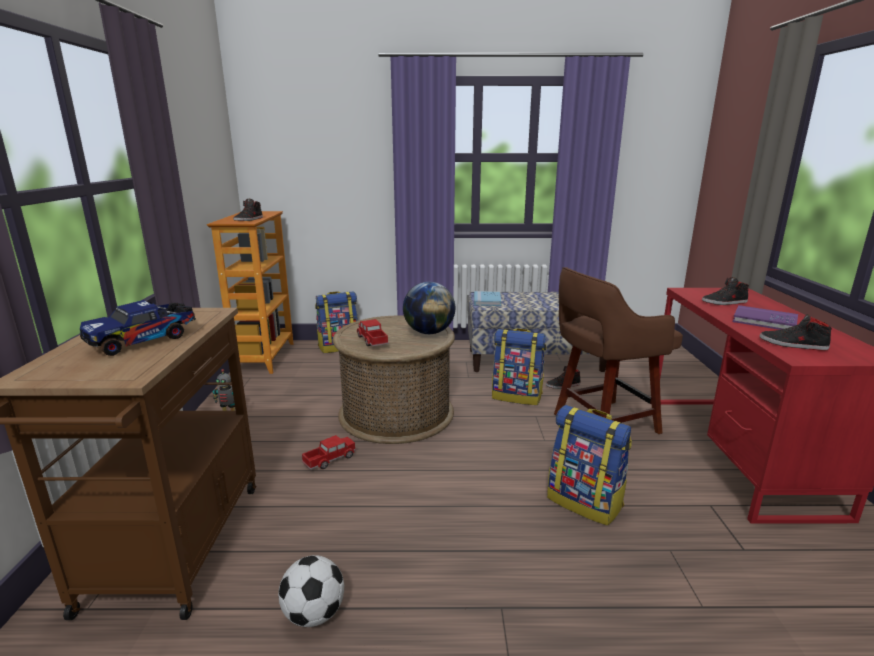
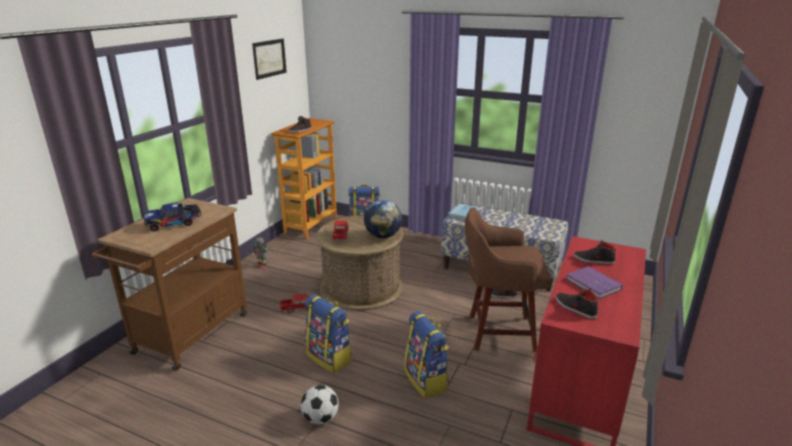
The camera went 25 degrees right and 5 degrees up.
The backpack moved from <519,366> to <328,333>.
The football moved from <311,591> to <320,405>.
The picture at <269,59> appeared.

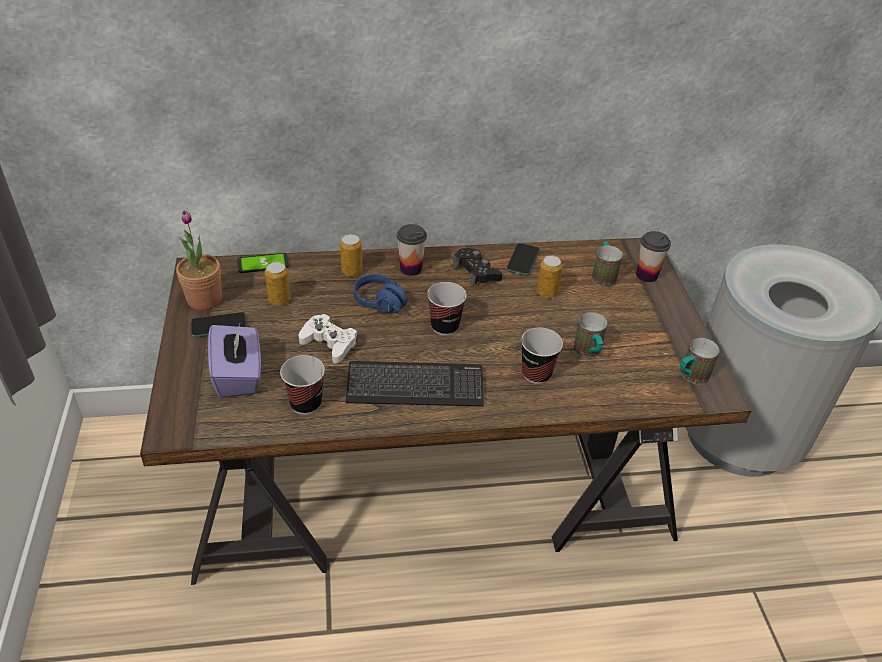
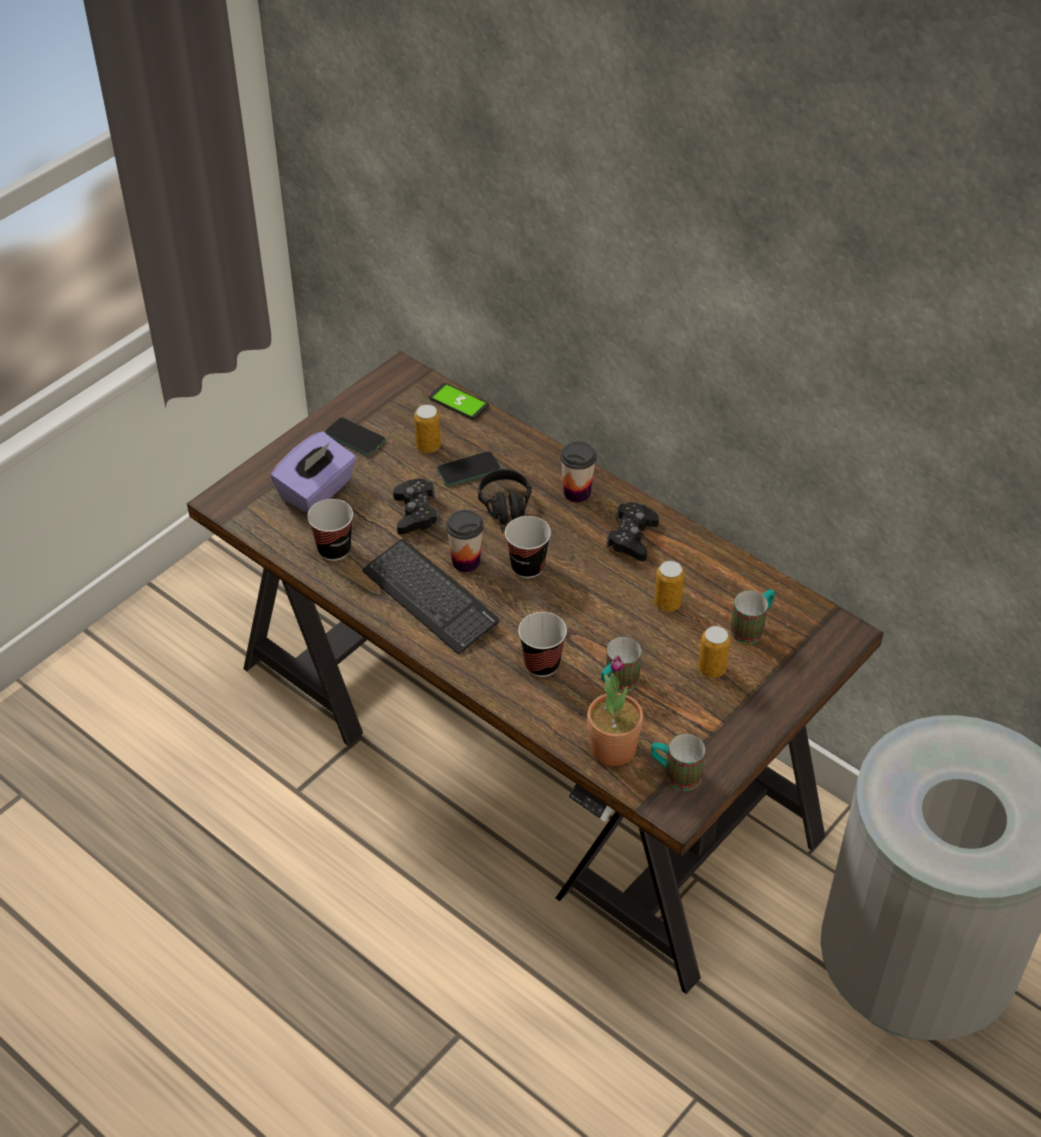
The camera went 50 degrees right and 5 degrees up.
The potted plant moved from <199,260> to <615,710>.
The cup moved from <653,256> to <465,541>.
The can moved from <351,255> to <714,652>.
The phone moved from <523,259> to <469,469>.
The headphones (blue) at <382,294> became the headphones (black) at <504,501>.
The game controller (white) at <328,338> became the game controller (black) at <416,506>.

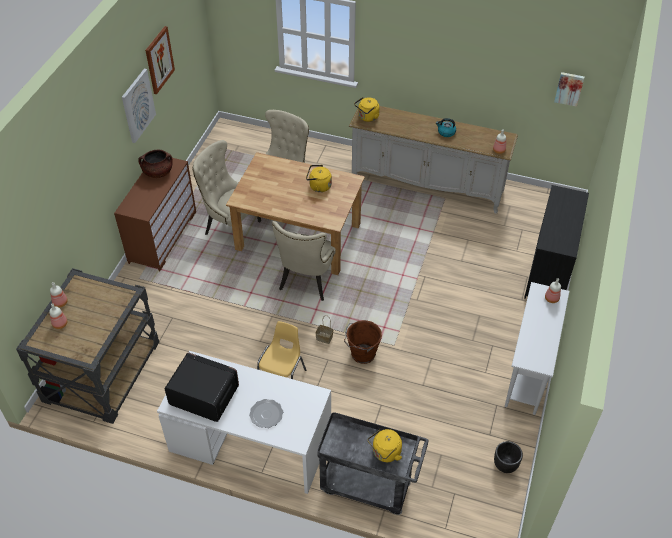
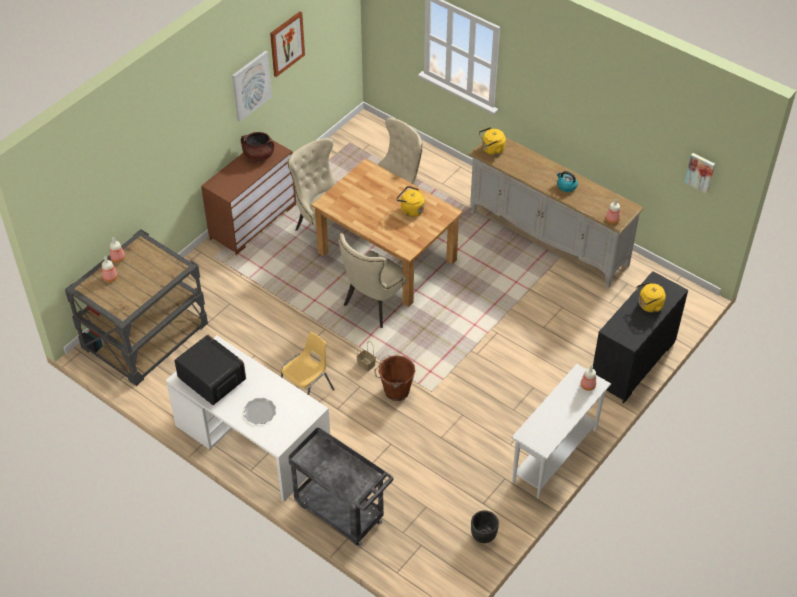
The camera went 20 degrees right and 0 degrees up.
The kettle (yellow) moved from <385,445> to <651,297>.

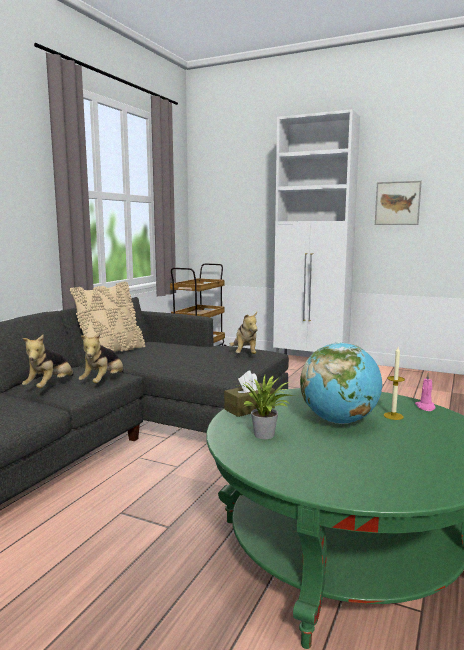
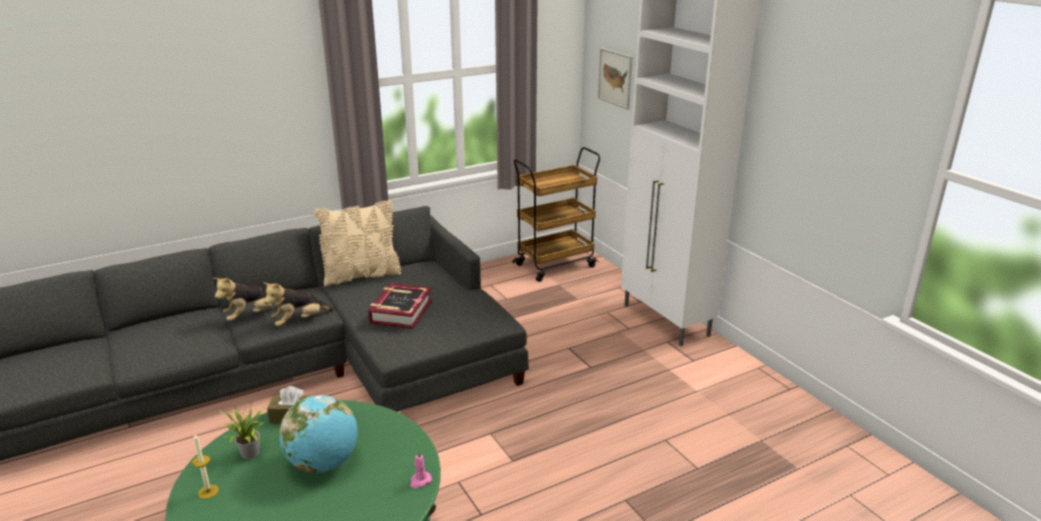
The camera went 35 degrees right and 15 degrees up.
The picture moved from <398,203> to <615,79>.
The plush toy at <244,333> disappeared.
The candle moved from <394,383> to <205,466>.
The book at <400,306> appeared.

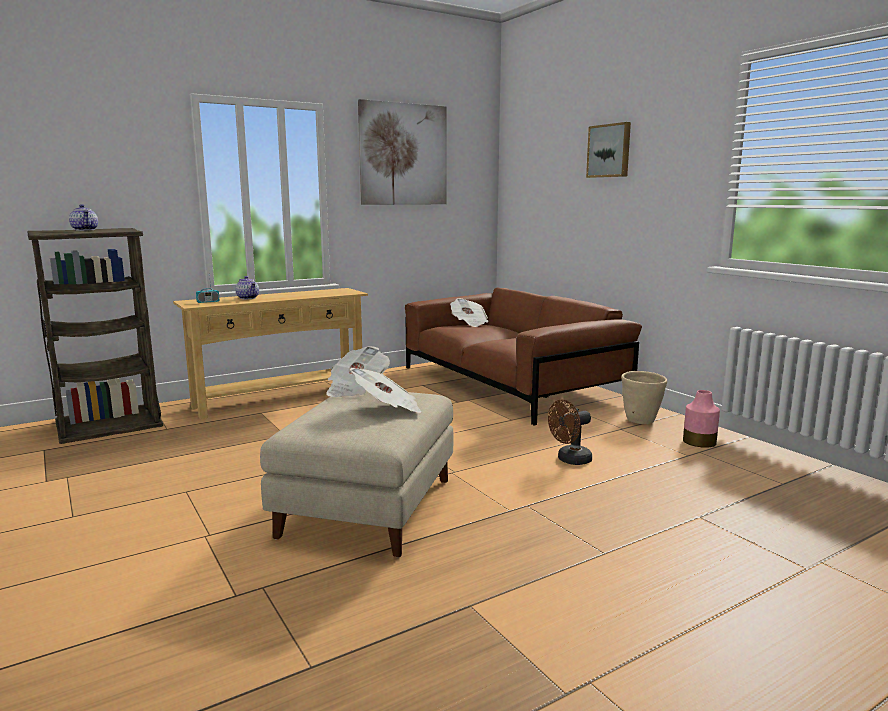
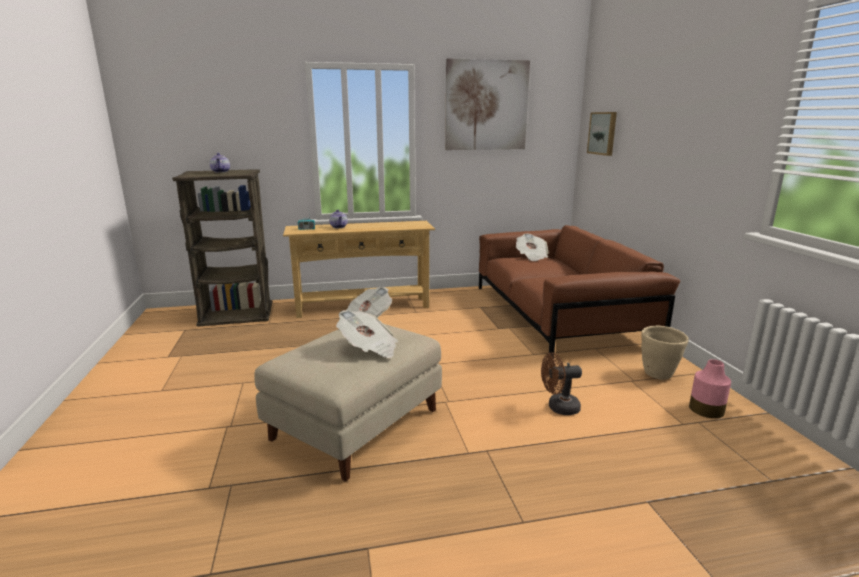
The camera went 20 degrees right and 5 degrees up.
The picture moved from <608,150> to <602,134>.

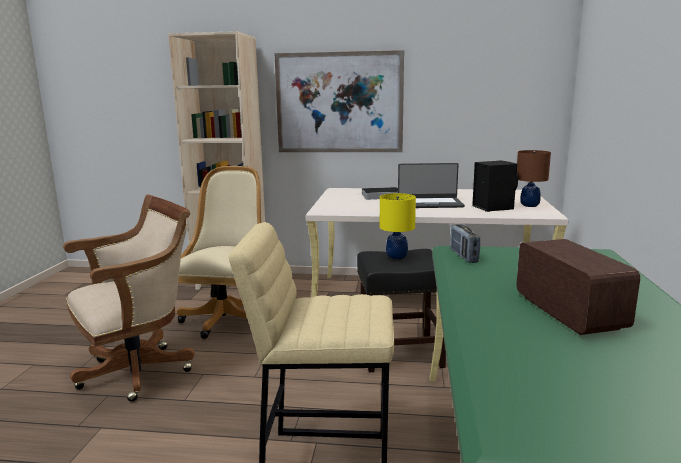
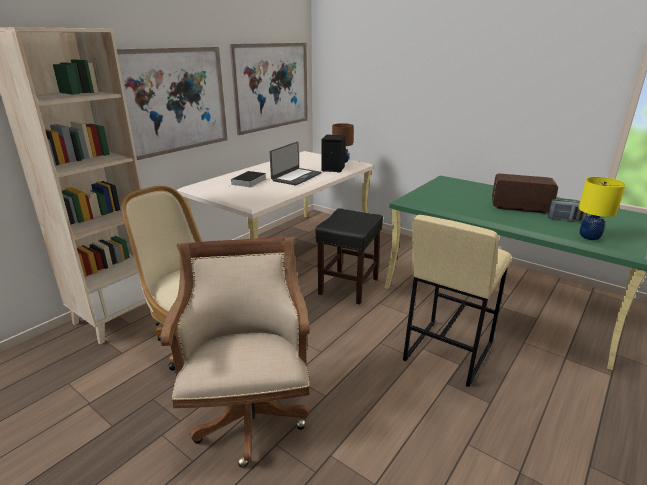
The camera went 60 degrees left and 10 degrees up.
The table lamp (yellow) moved from <398,226> to <602,208>.
The radio moved from <465,243> to <567,210>.
The picture at <269,89> appeared.

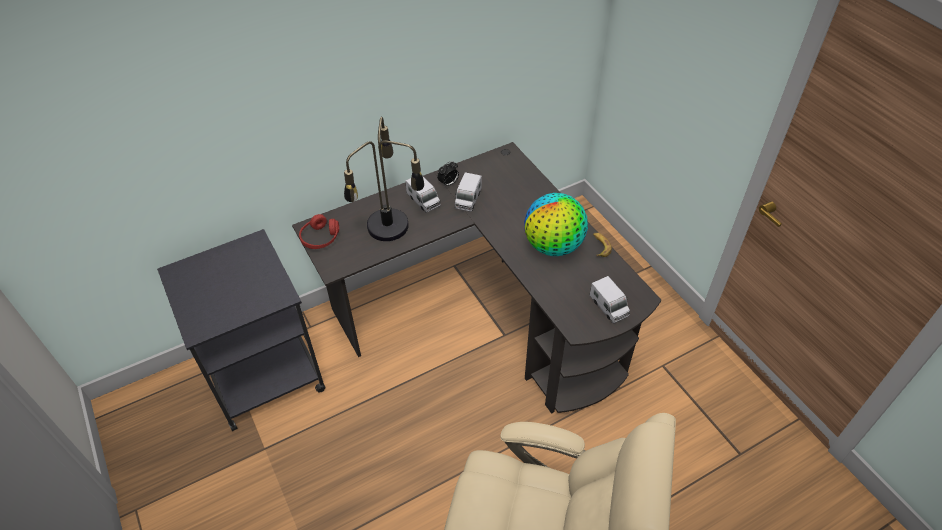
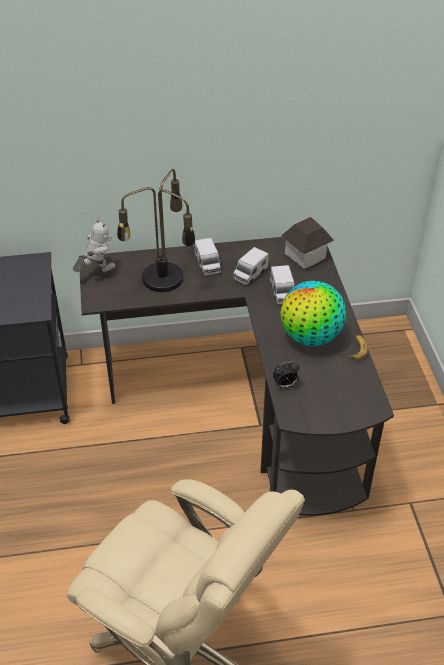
The camera went 20 degrees right and 5 degrees down.
The alarm clock moved from <448,173> to <286,375>.
The headphones (red) at <319,231> was replaced by the toy robot at <94,246>.
The toy truck moved from <609,299> to <283,284>.
The toy house at <307,243> appeared.

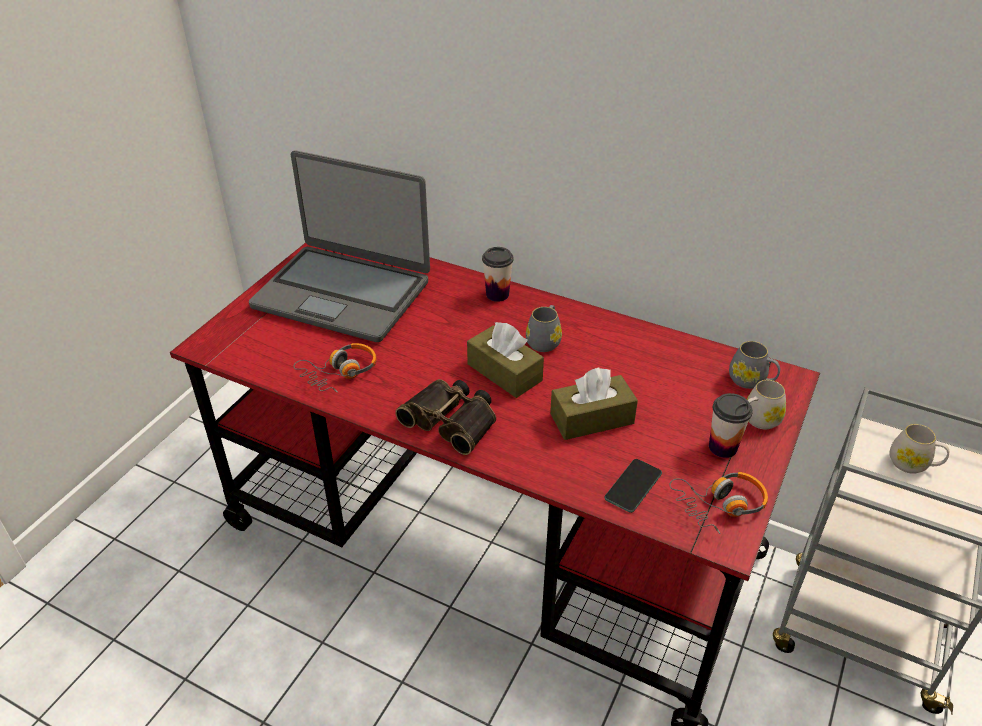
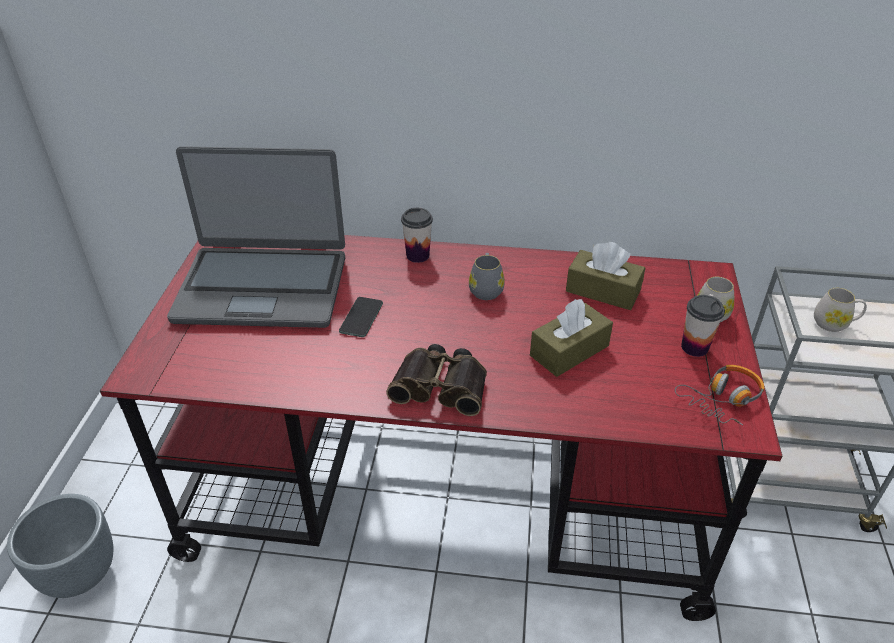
The camera went 20 degrees left and 0 degrees up.
The tissue box (brown) moved from <505,360> to <605,276>.
The mug (grey) at <754,365> disappeared.
The headphones at <335,368> disappeared.
The phone moved from <633,486> to <361,317>.
The planter (grey) at <60,546> appeared.

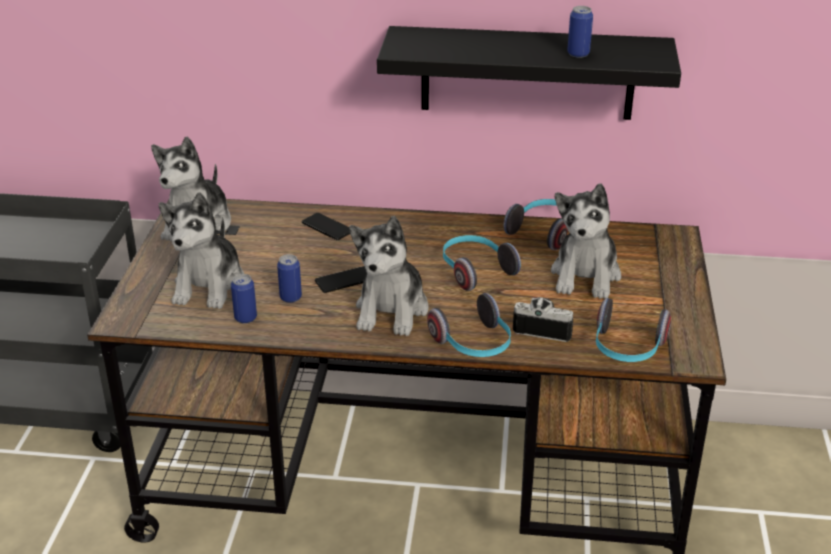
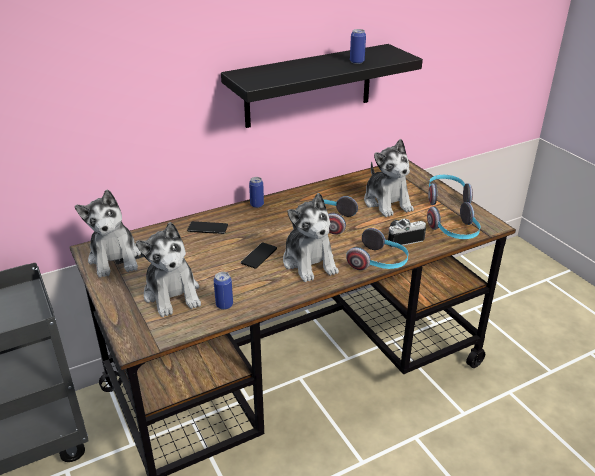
The camera went 35 degrees left and 0 degrees up.
The headphones moved from <535,224> to <450,190>.
The can moved from <289,278> to <256,192>.

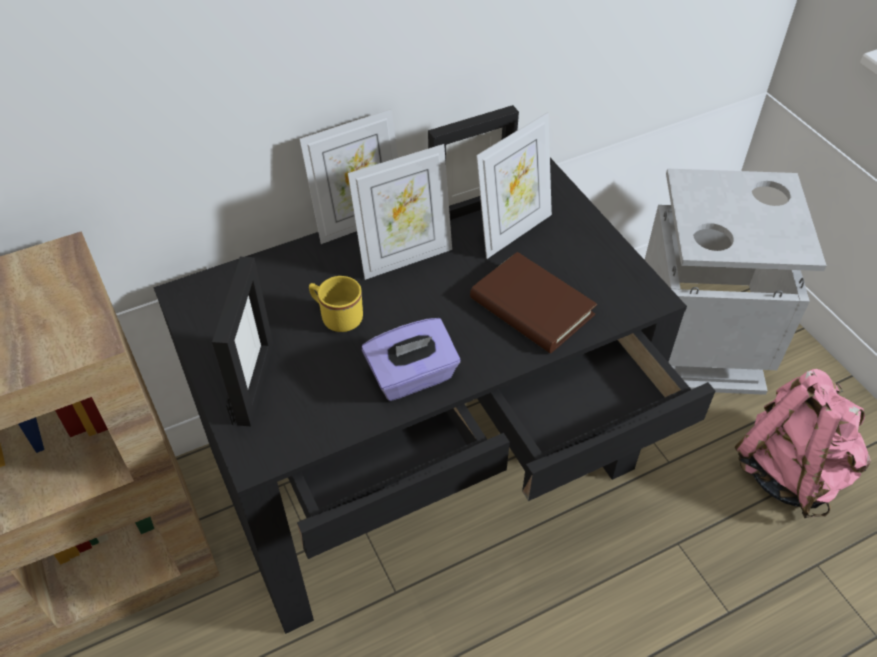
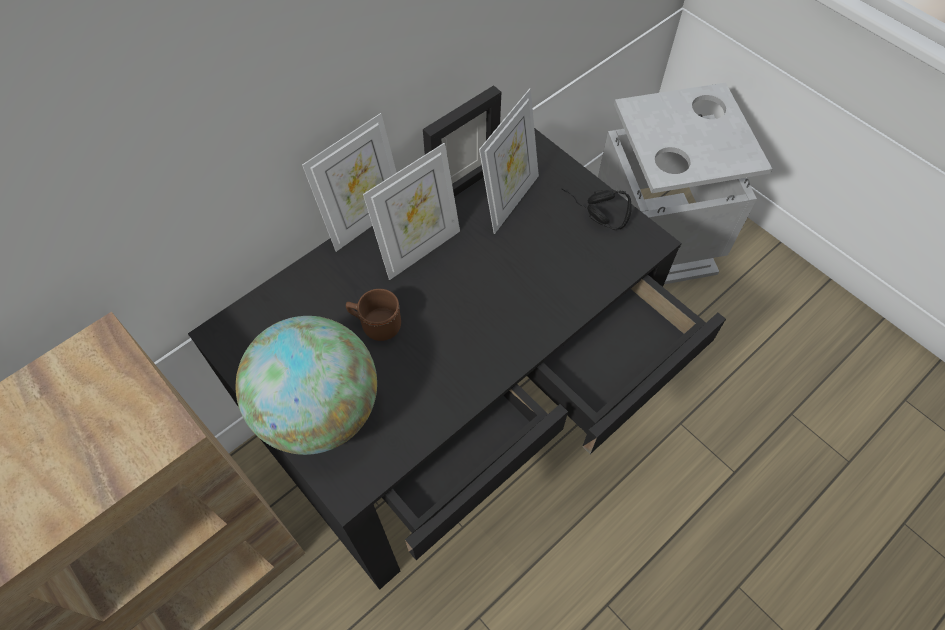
The camera went 15 degrees left and 10 degrees up.
The book (brown) at <533,302> disappeared.
The picture frame at <242,341> was replaced by the globe at <306,385>.
The mug (yellow) at <336,304> became the mug (brown) at <373,315>.
The tissue box (purple) at <411,359> disappeared.
The backpack (pink) at <803,443> disappeared.
The headphones (black) at <596,209> appeared.

